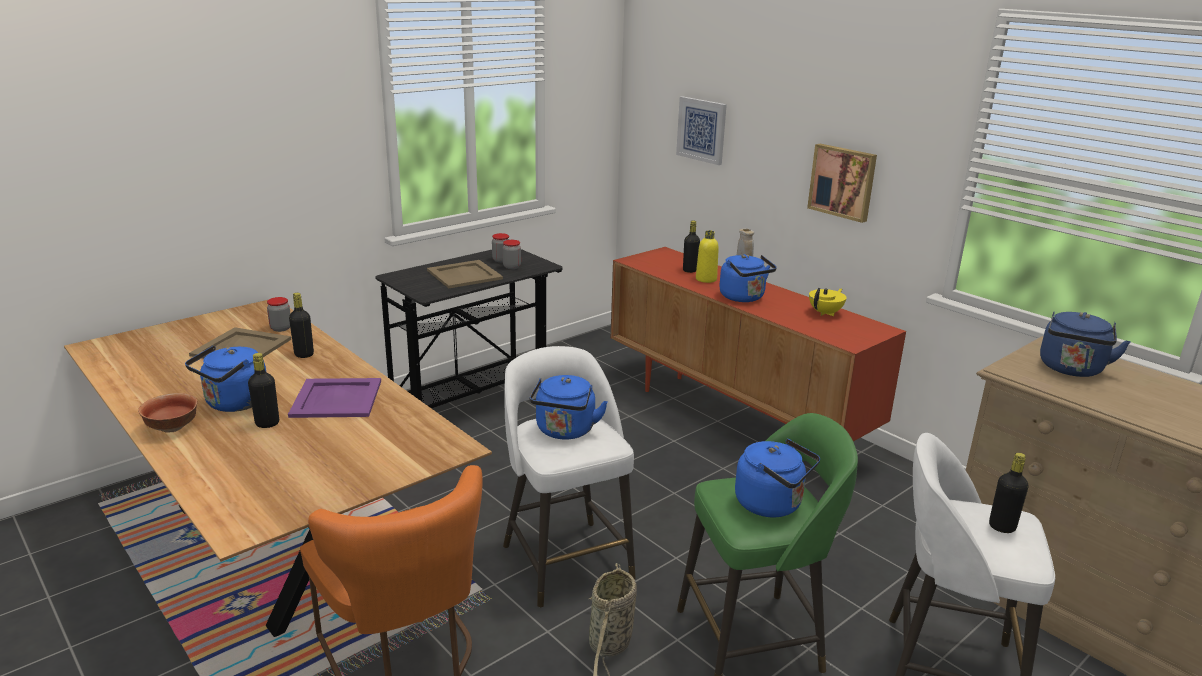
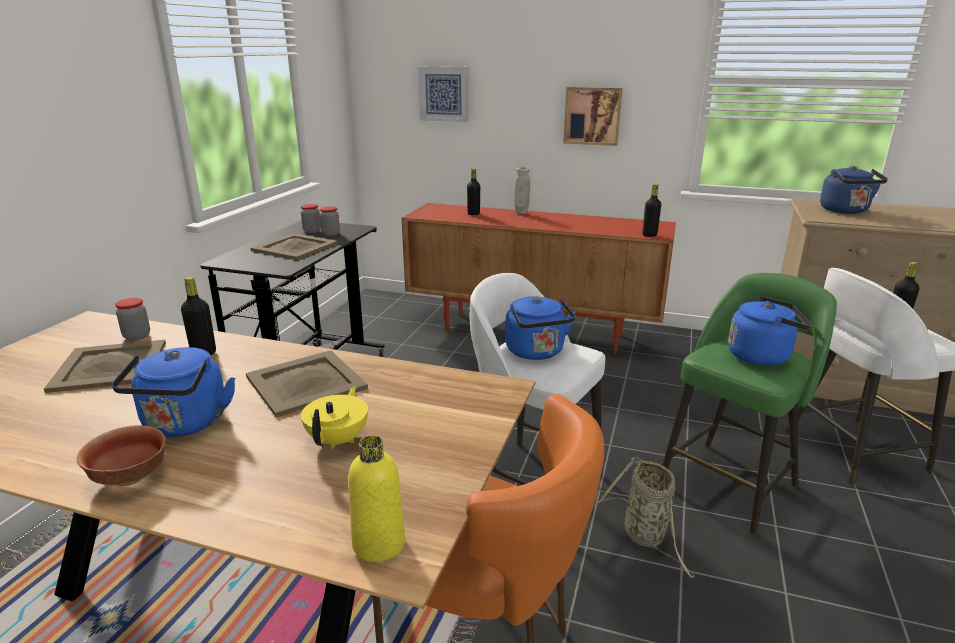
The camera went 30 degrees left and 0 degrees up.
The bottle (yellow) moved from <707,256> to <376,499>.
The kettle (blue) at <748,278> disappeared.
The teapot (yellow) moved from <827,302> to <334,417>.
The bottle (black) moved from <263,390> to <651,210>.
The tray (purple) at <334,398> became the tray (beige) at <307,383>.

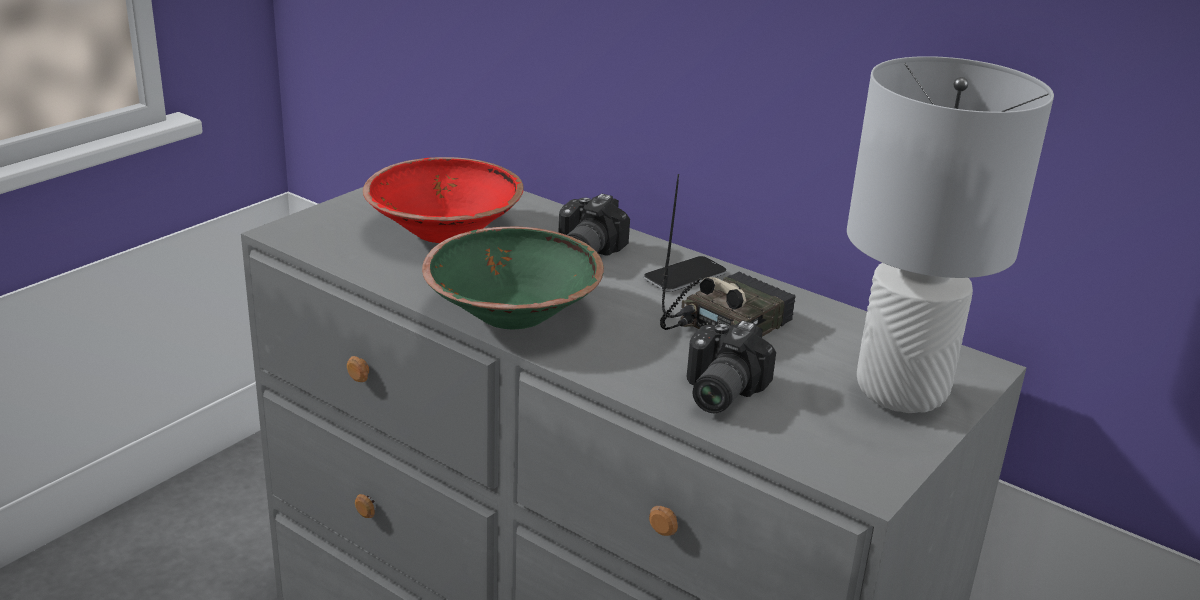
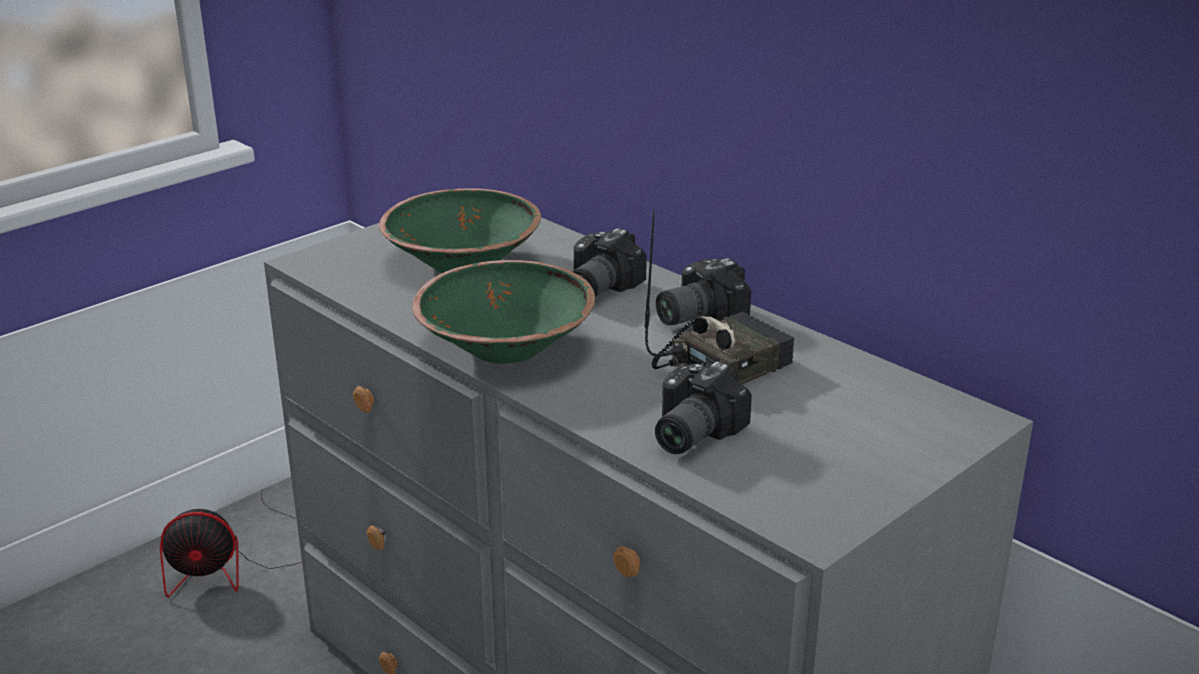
The camera went 10 degrees right and 0 degrees up.
The table lamp (grey) at <950,234> disappeared.
The bowl (red) at <443,200> became the bowl (green) at <460,230>.
The phone at <685,274> was replaced by the photo camera at <703,291>.
The fan at <230,543> appeared.

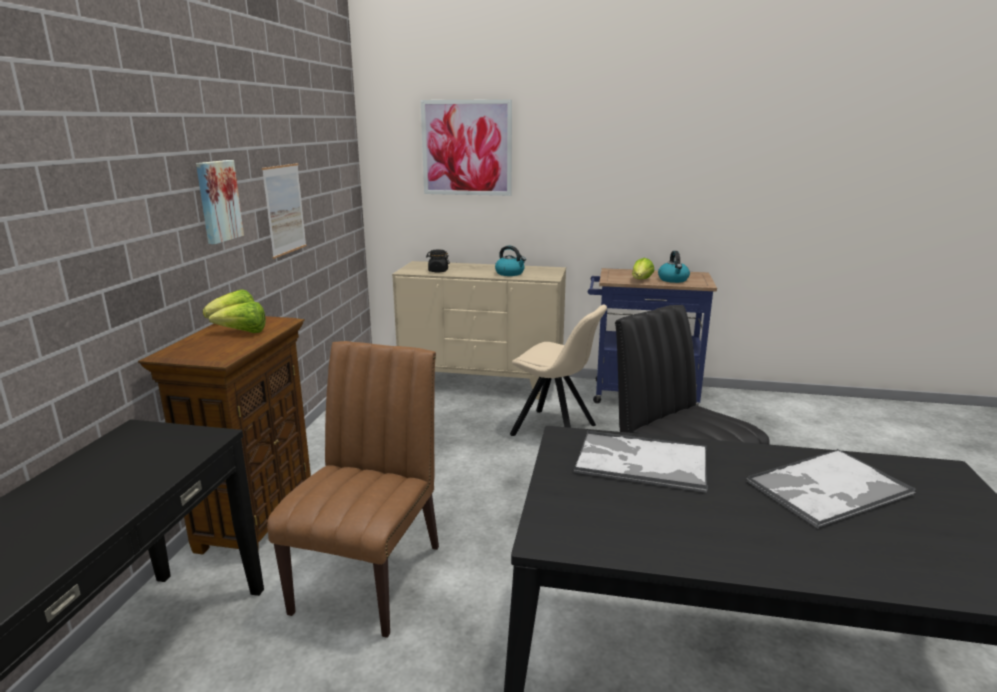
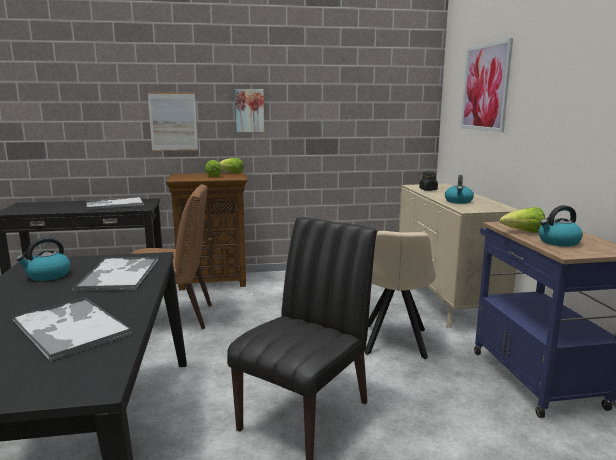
The camera went 70 degrees right and 5 degrees down.
The picture moved from <284,211> to <172,121>.
The tray at <115,203> appeared.
The kettle at <43,259> appeared.

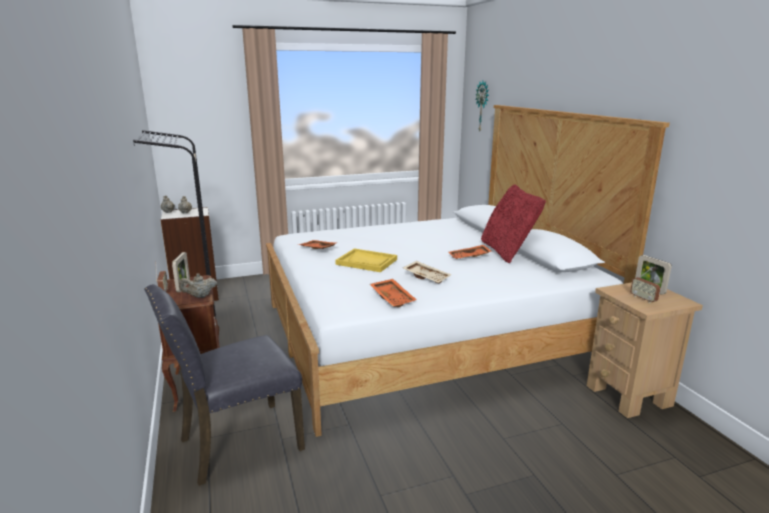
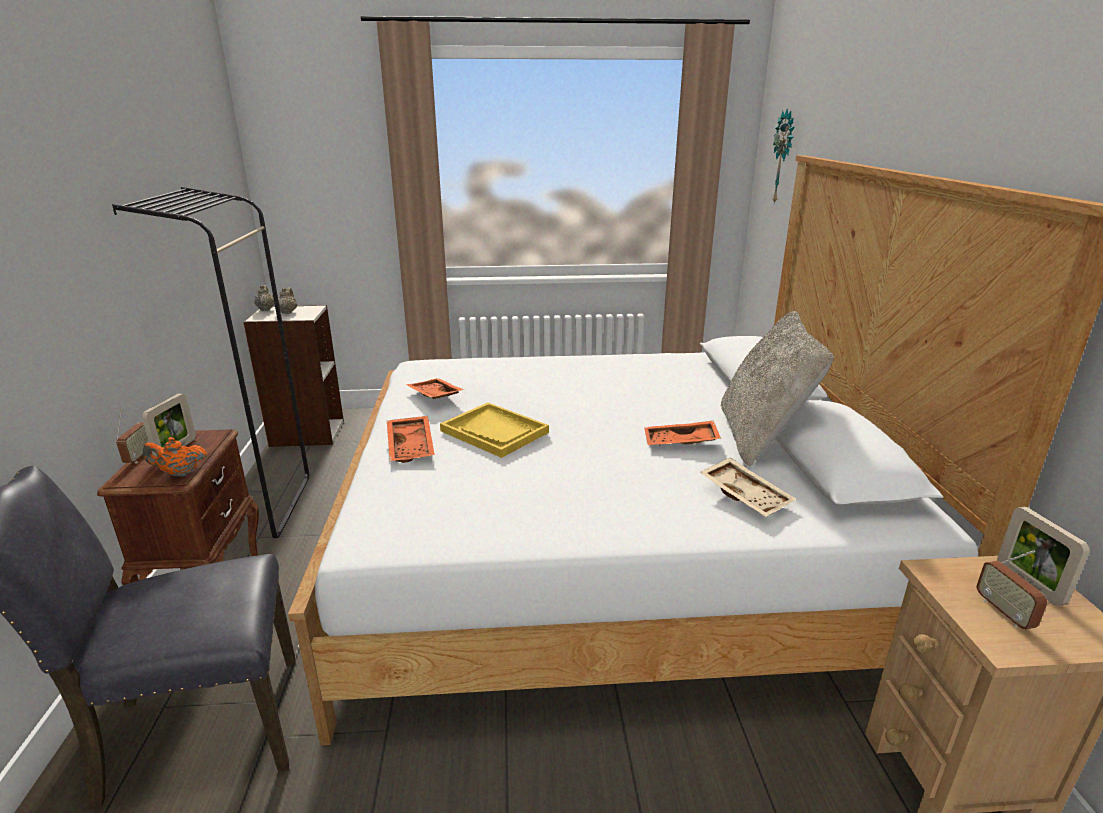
The camera went 15 degrees right and 5 degrees up.
The pillow (red) at <513,224> became the pillow (beige) at <777,388>.
The tray (beige) moved from <427,272> to <748,487>.
The teapot (beige) at <198,285> became the teapot (orange) at <175,457>.
The tray (orange) moved from <393,293> to <411,439>.

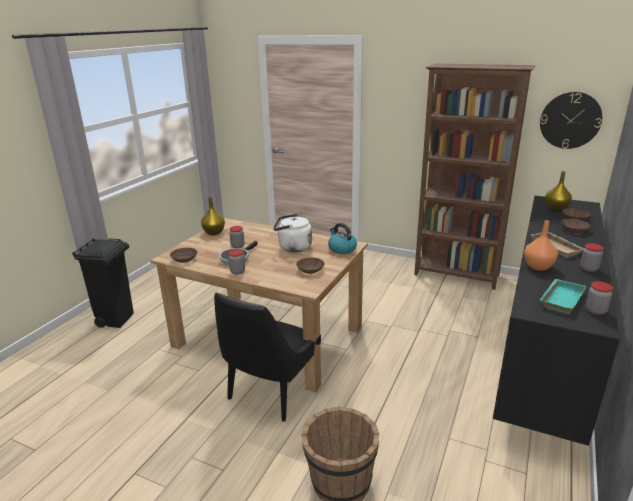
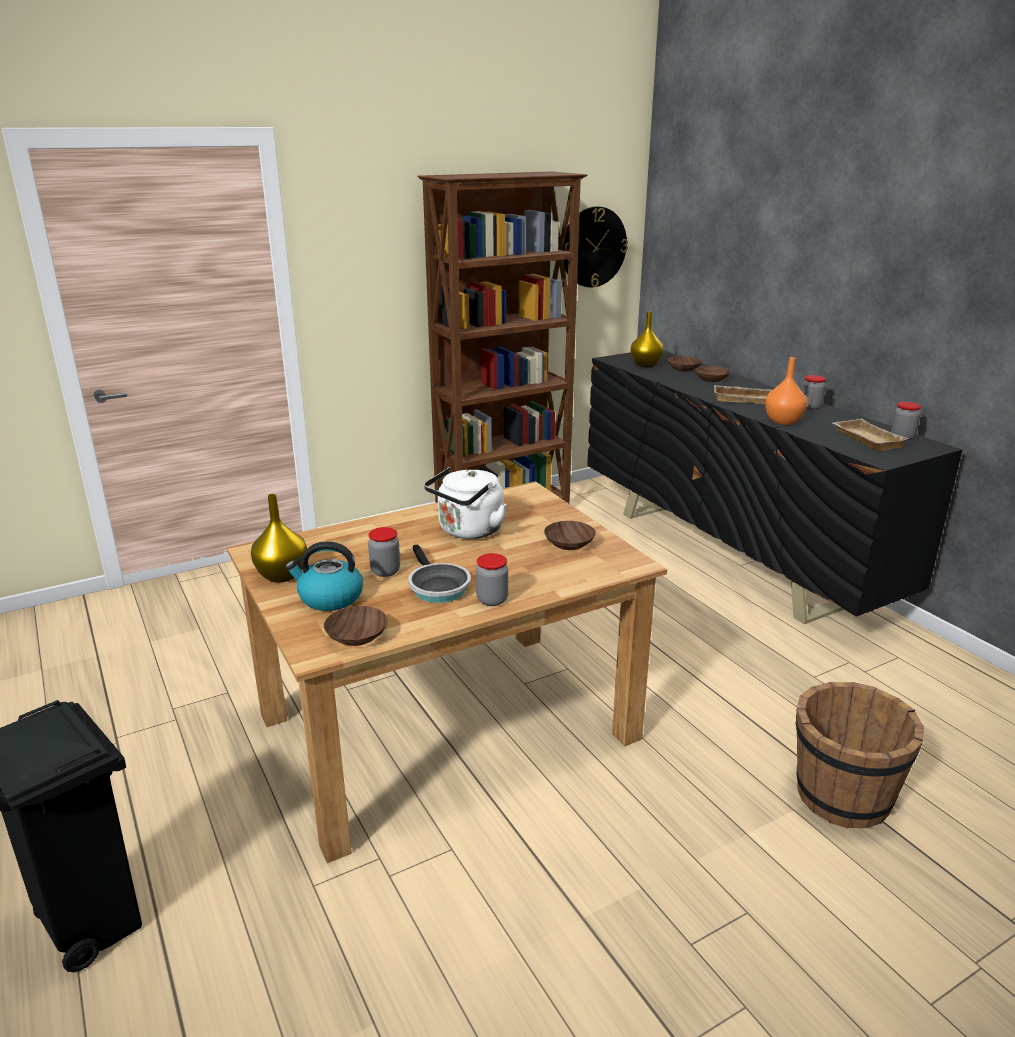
The camera went 55 degrees left and 0 degrees up.
The kettle moved from <342,238> to <324,576>.
The tray (turquoise) at <563,296> became the tray (beige) at <871,435>.
The chair (black) at <267,357> disappeared.

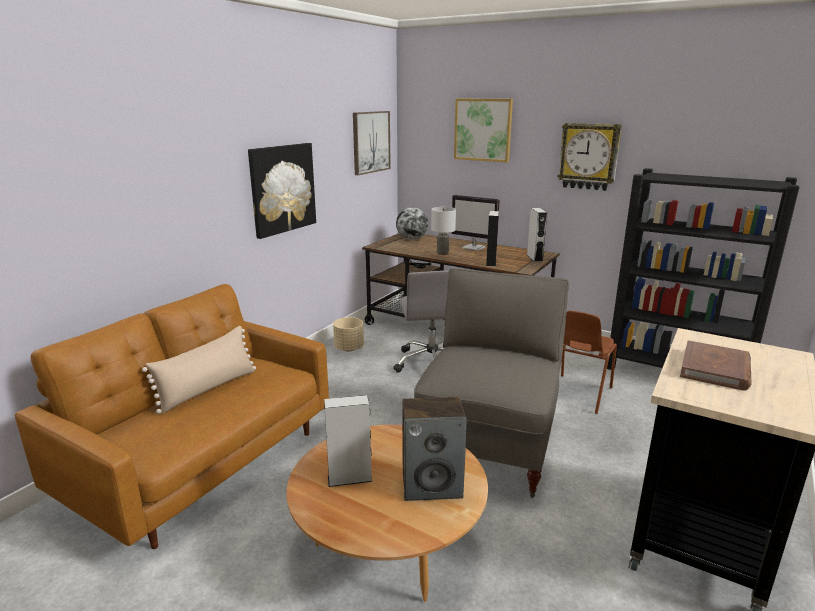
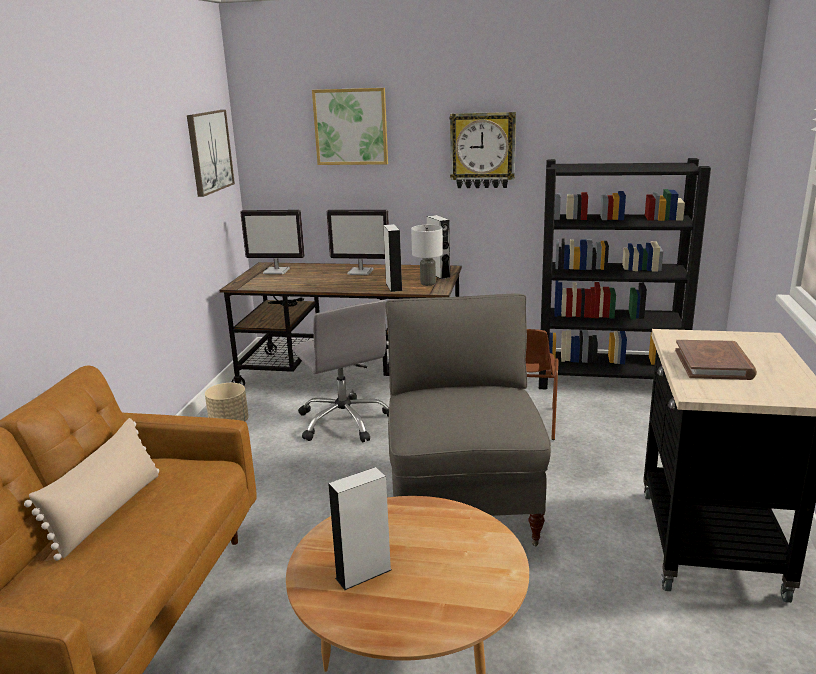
The camera went 20 degrees left and 0 degrees up.
The picture at <282,191> disappeared.
The globe at <412,223> was replaced by the monitor at <272,242>.
The table lamp (white) moved from <443,231> to <427,255>.
The speaker at <434,449> disappeared.

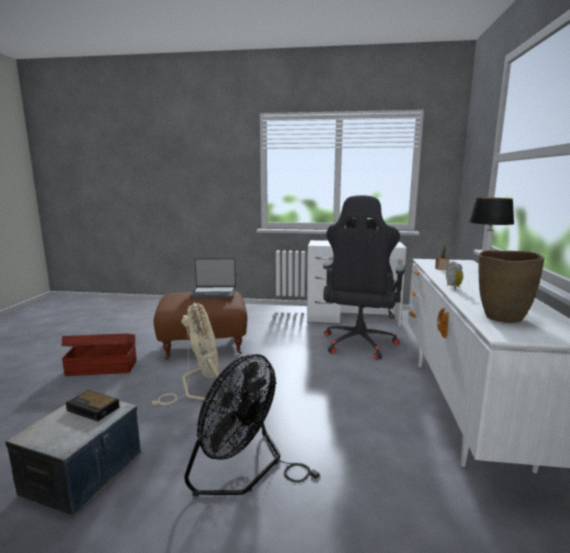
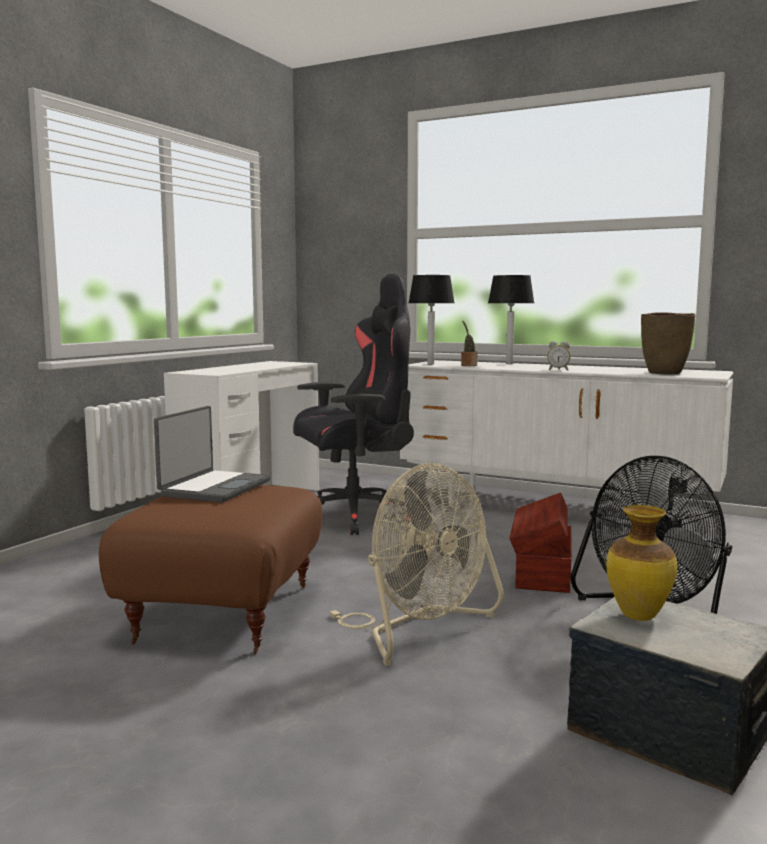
The camera went 70 degrees left and 5 degrees down.
The office chair (black) at <364,277> turned 60 degrees counterclockwise.
The fan (beige) at <188,354> turned 135 degrees clockwise.
The storage box (brown) moved from <99,354> to <540,543>.
The alarm clock at <93,405> was replaced by the vase at <642,563>.
The table lamp at <431,320> appeared.

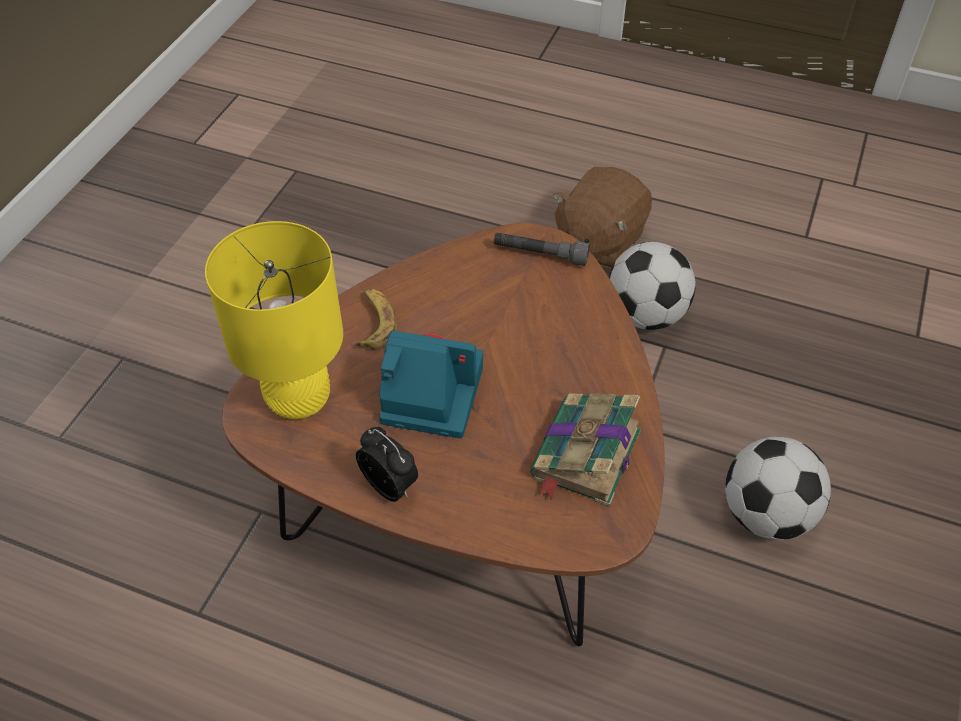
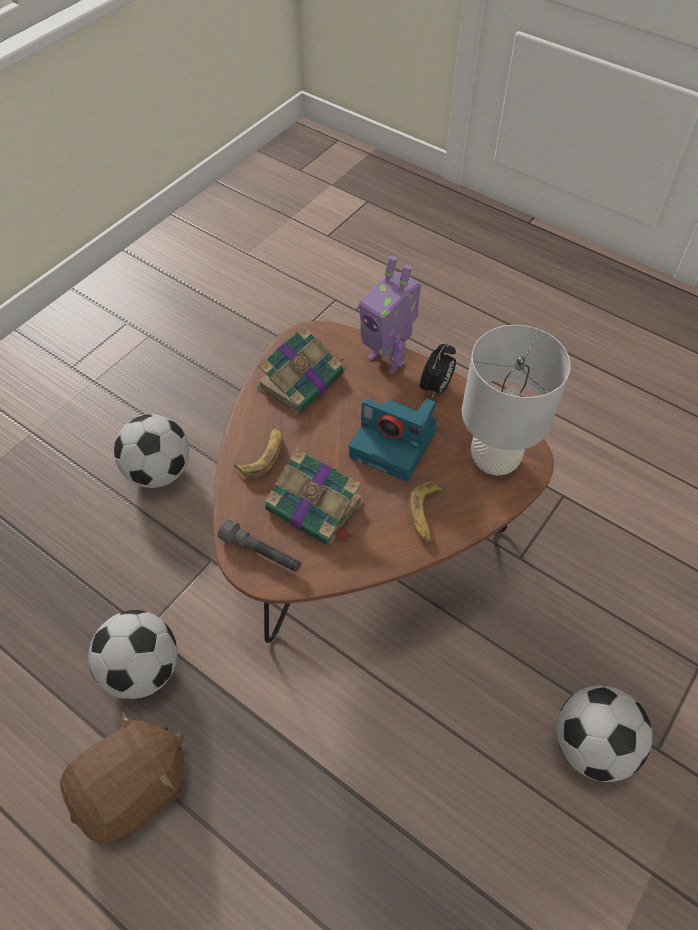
The camera went 165 degrees left and 5 degrees up.
The table lamp (yellow) at <274,320> became the table lamp (grey) at <516,400>.
The alarm clock at <387,464> turned 120 degrees counterclockwise.
The toy robot at <390,315> appeared.
The banana at <258,453> appeared.
The book at <314,496> appeared.
The football at <604,734> appeared.

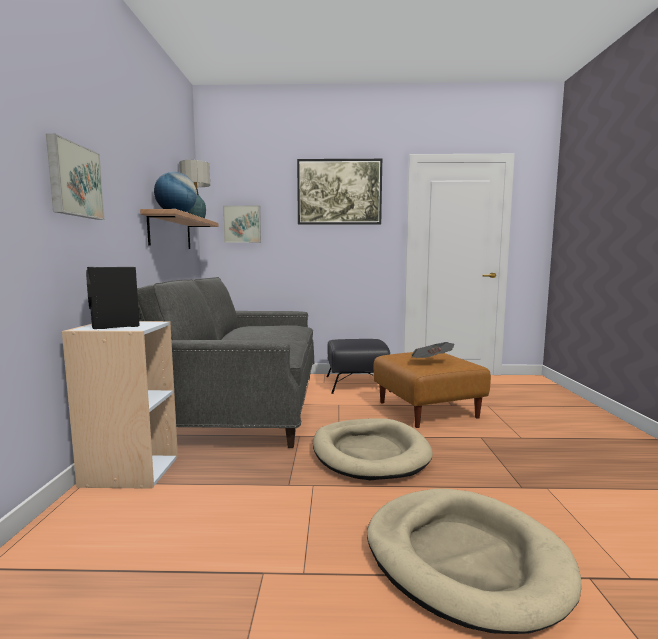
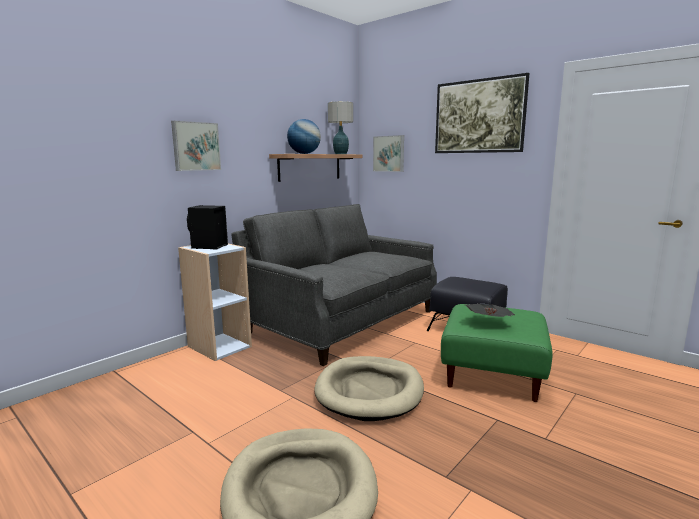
The camera went 40 degrees right and 5 degrees up.
The ottoman (brown) at <432,390> became the ottoman (green) at <497,353>.

